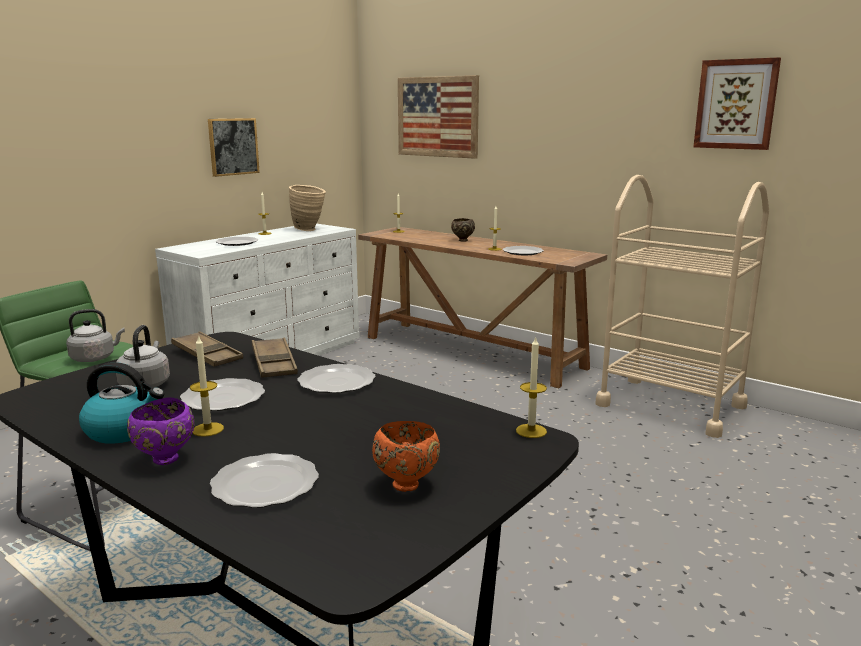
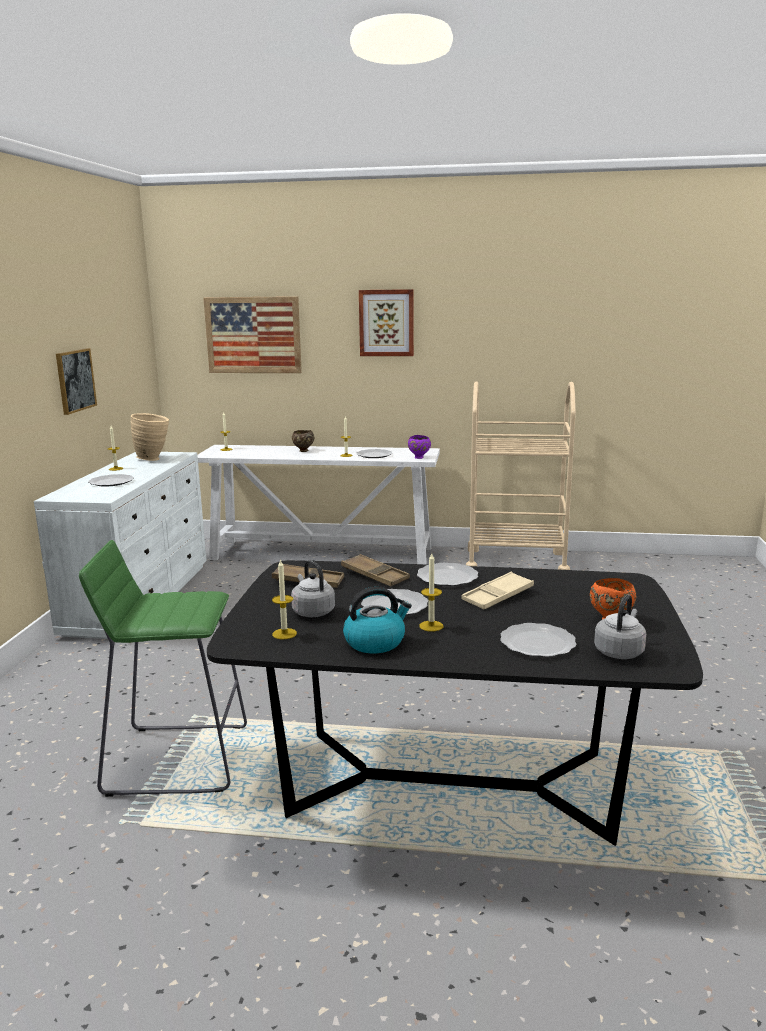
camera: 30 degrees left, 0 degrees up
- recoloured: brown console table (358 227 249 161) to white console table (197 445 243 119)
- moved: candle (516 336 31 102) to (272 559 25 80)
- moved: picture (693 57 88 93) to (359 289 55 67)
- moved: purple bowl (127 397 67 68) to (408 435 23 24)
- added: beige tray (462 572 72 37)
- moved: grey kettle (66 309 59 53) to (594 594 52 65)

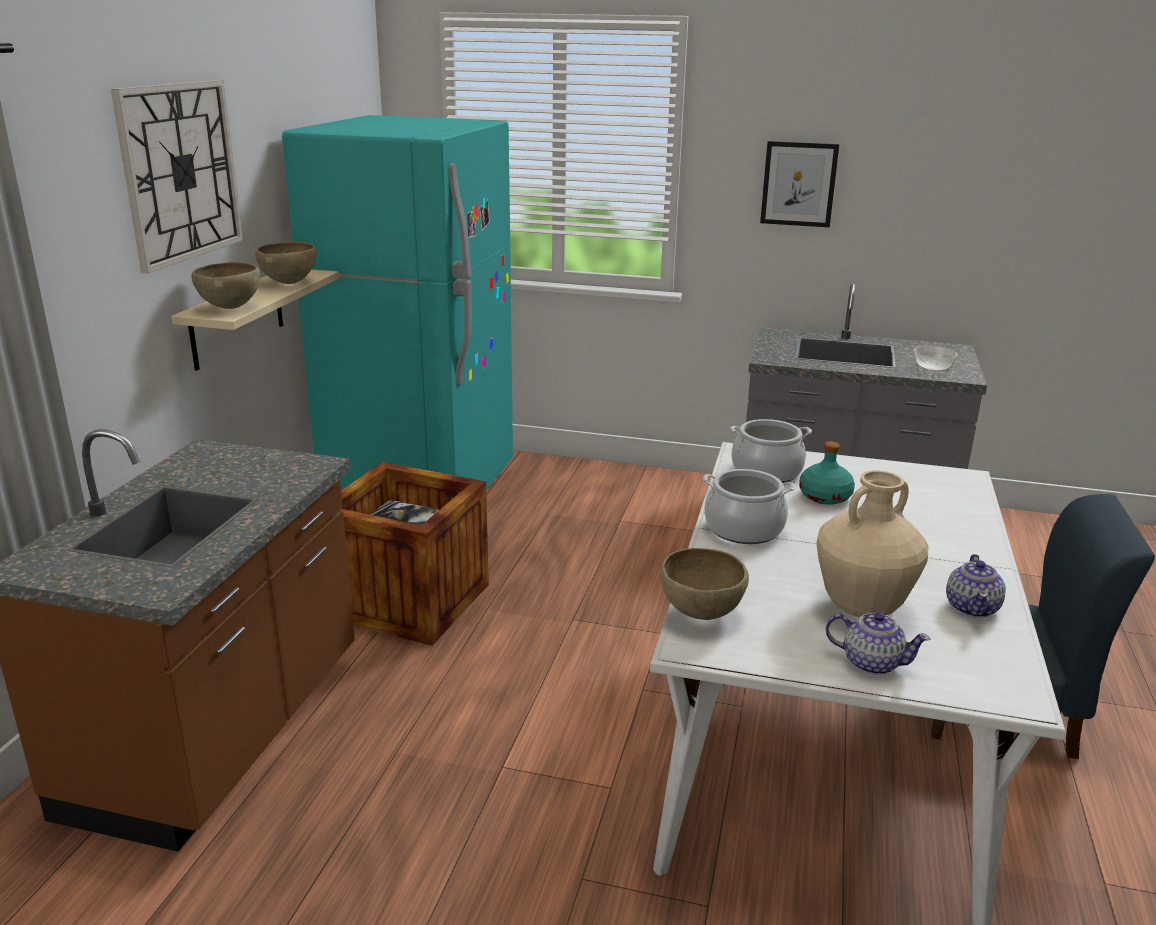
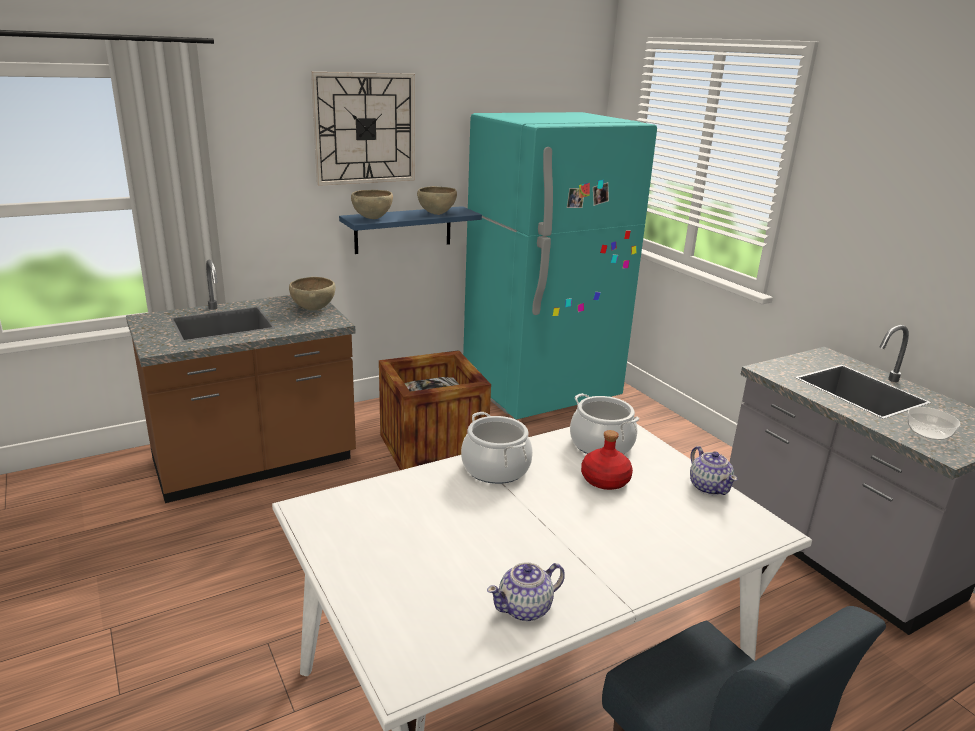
camera: 45 degrees right, 0 degrees up
- moved: brown bowl (660 548 89 72) to (289 277 47 34)
- recoloured: beige shelf (171 269 168 102) to blue shelf (339 206 143 48)
- recoloured: turquoise bottle (799 441 56 64) to red bottle (581 430 52 60)
- moved: teapot (826 612 105 63) to (690 446 47 49)
- removed: picture (760 141 79 86)
- removed: beige vase (816 470 112 147)

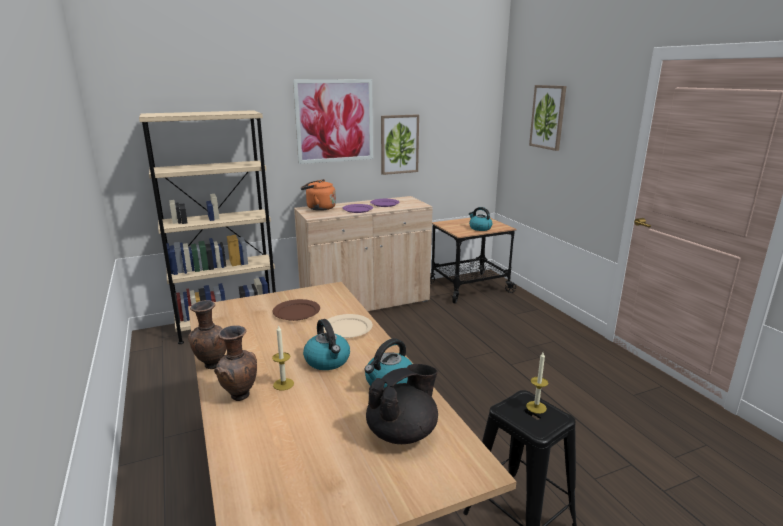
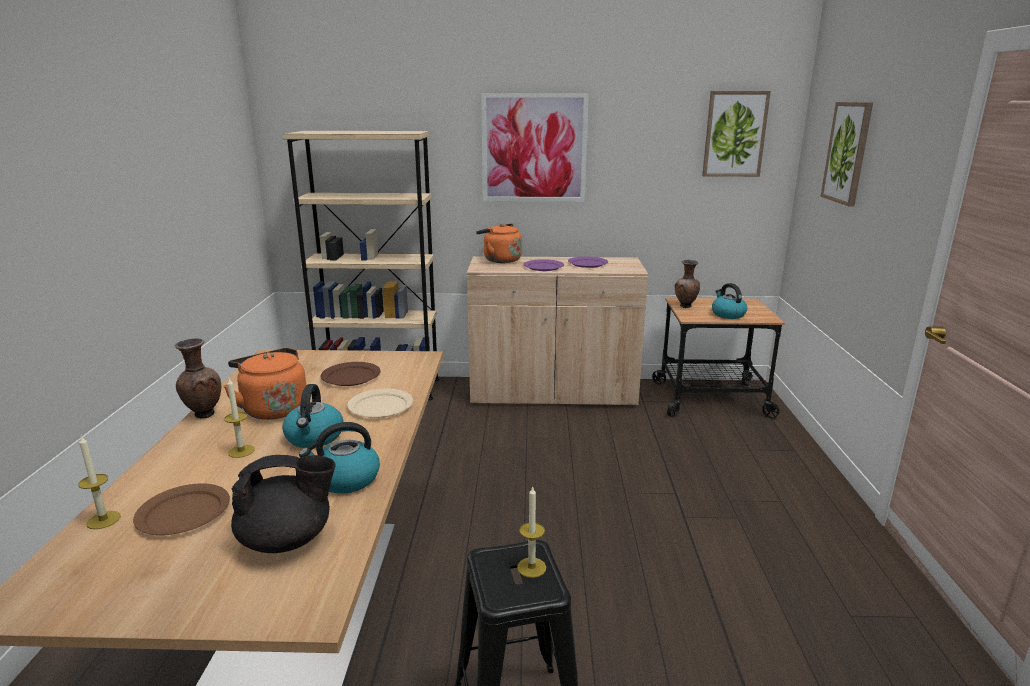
camera: 25 degrees right, 0 degrees up
- added: candle (78 435 43 94)
- added: brown plate (133 483 97 52)
- added: orange kettle (224 348 82 72)
- moved: brown vase (214 325 43 76) to (675 260 25 48)
- moved: picture (381 114 38 61) to (702 91 69 86)

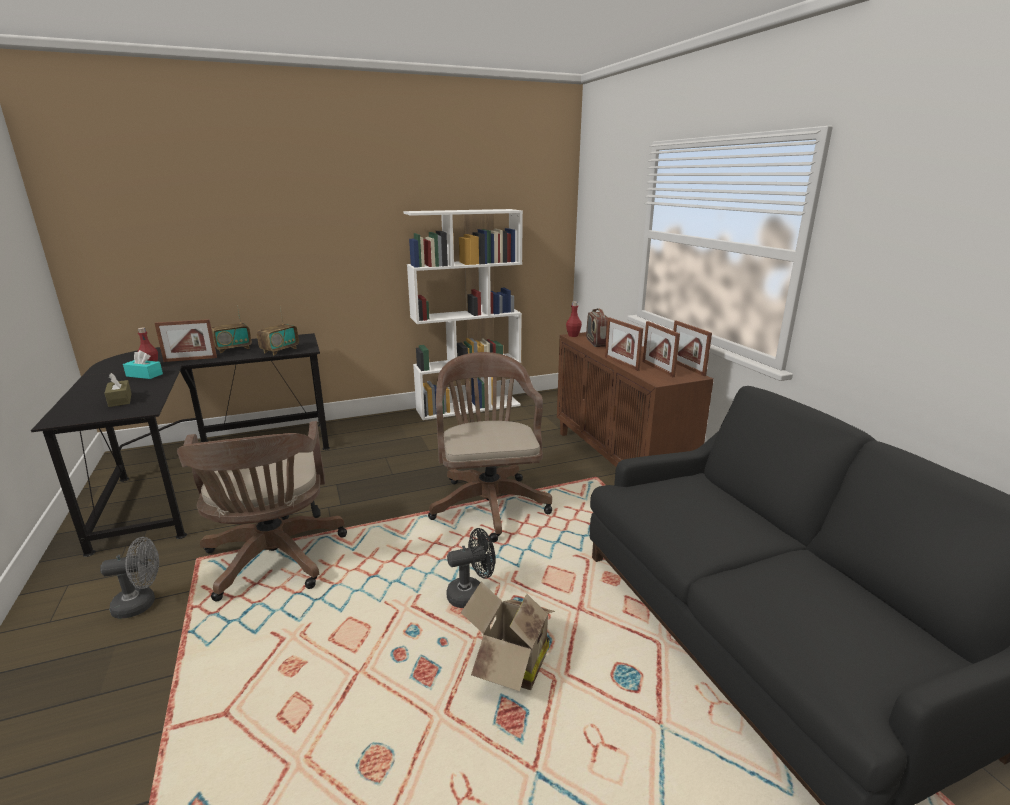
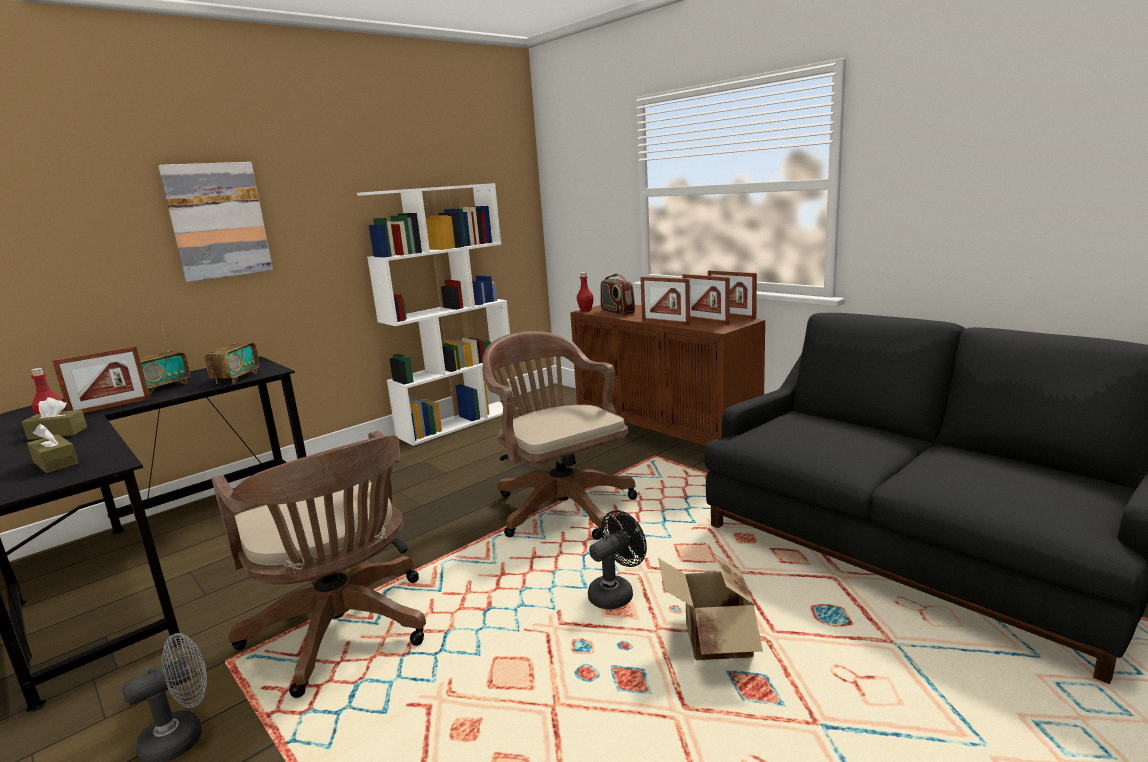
camera: 20 degrees left, 5 degrees down
- recoloured: turquoise tissue box (123 350 40 29) to brown tissue box (22 397 65 43)
- added: picture (158 162 115 120)

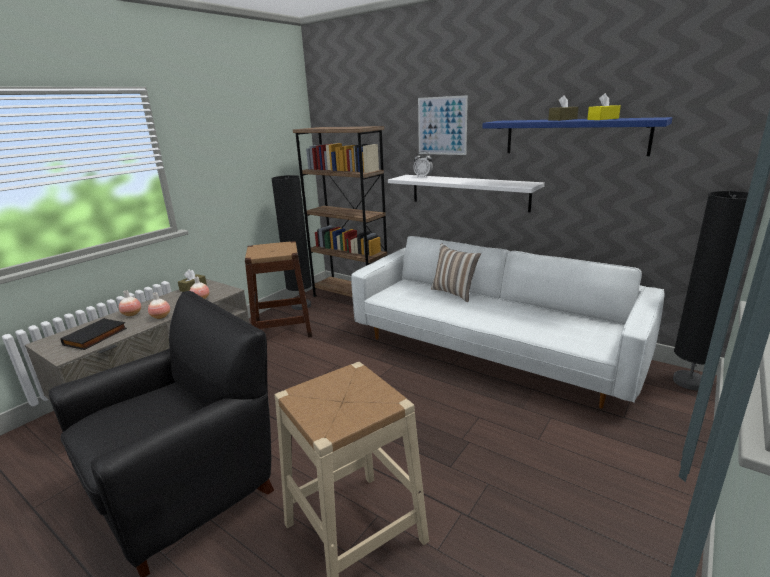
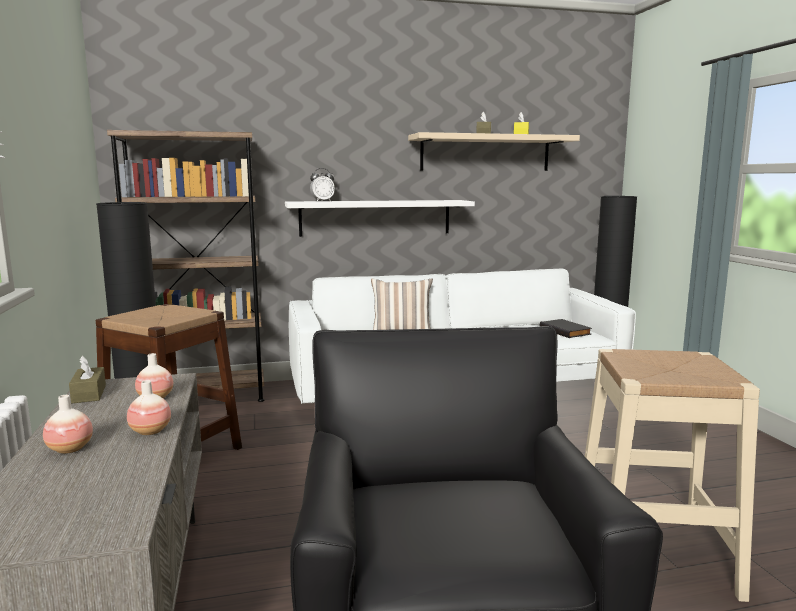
camera: 50 degrees left, 10 degrees down
- recoloured: blue shelf (483 117 190 39) to beige shelf (408 132 172 39)
- moved: black book (60 318 67 32) to (540 319 52 19)
- removed: picture (418 95 50 60)

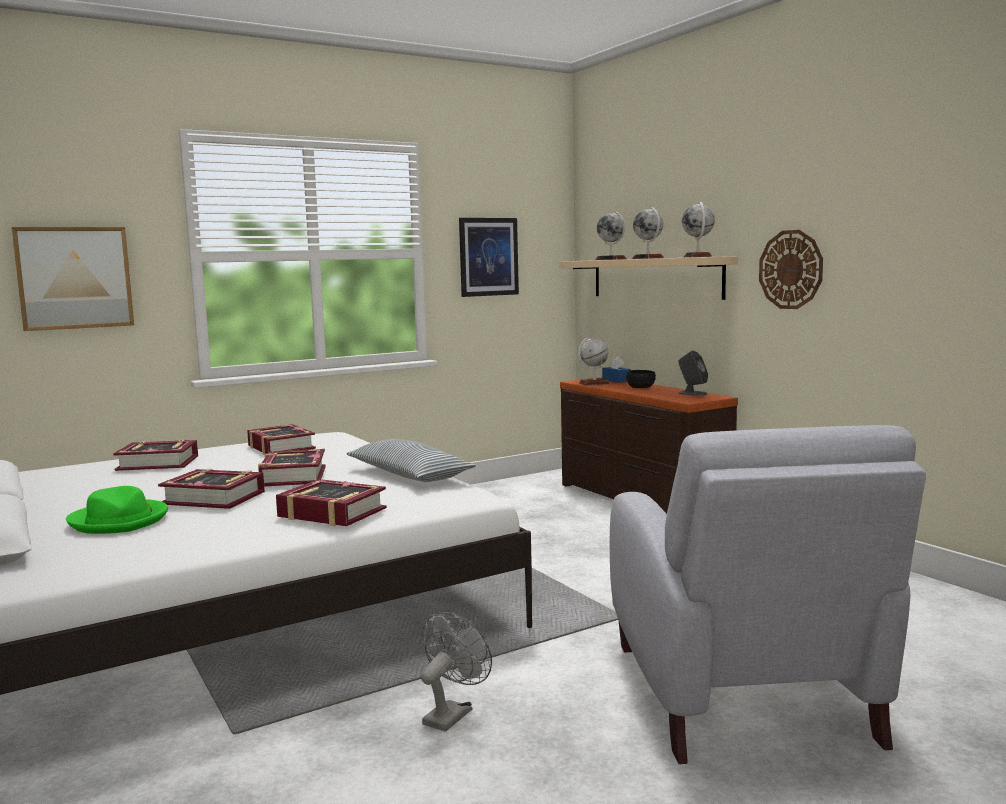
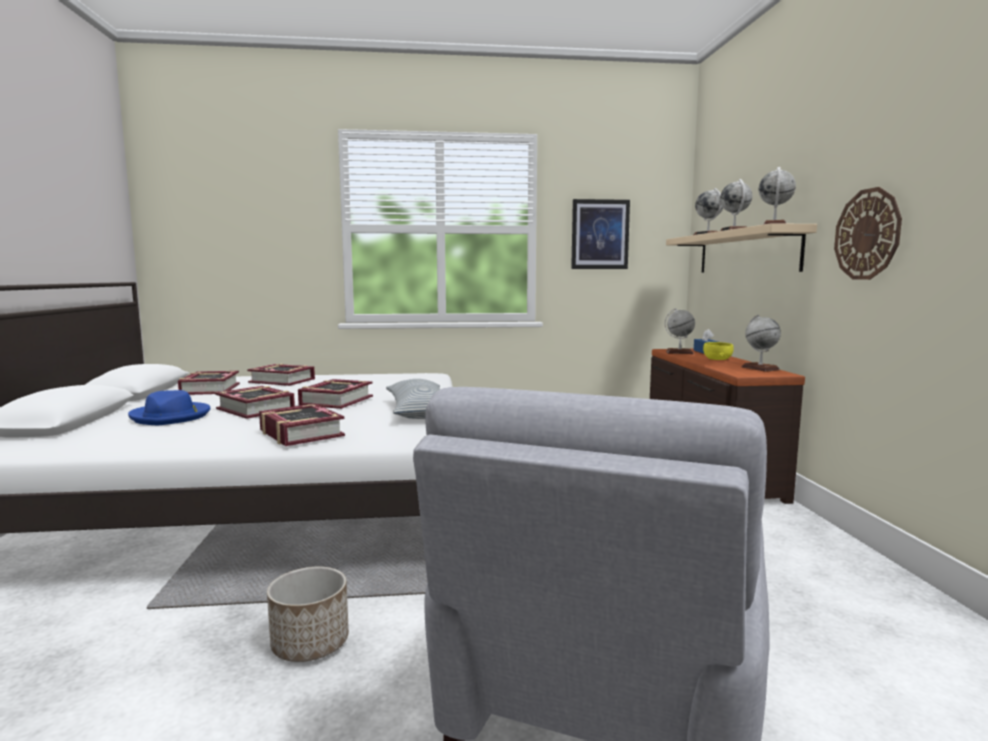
camera: 25 degrees right, 0 degrees up
- recoloured: green hat (66 486 102 48) to blue hat (128 390 82 35)
- moved: book (247 424 69 31) to (178 371 62 24)
- replaced: grey fan (421 612 71 120) to planter (267 567 82 95)
- recoloured: black bowl (626 370 30 18) to yellow bowl (703 342 31 18)
- replaced: grey speaker (678 351 30 45) to globe (742 315 39 57)
- removed: picture (12 227 122 104)

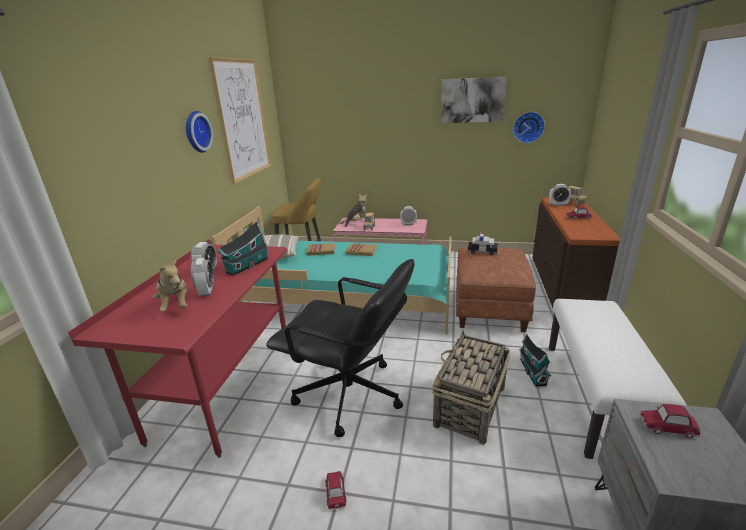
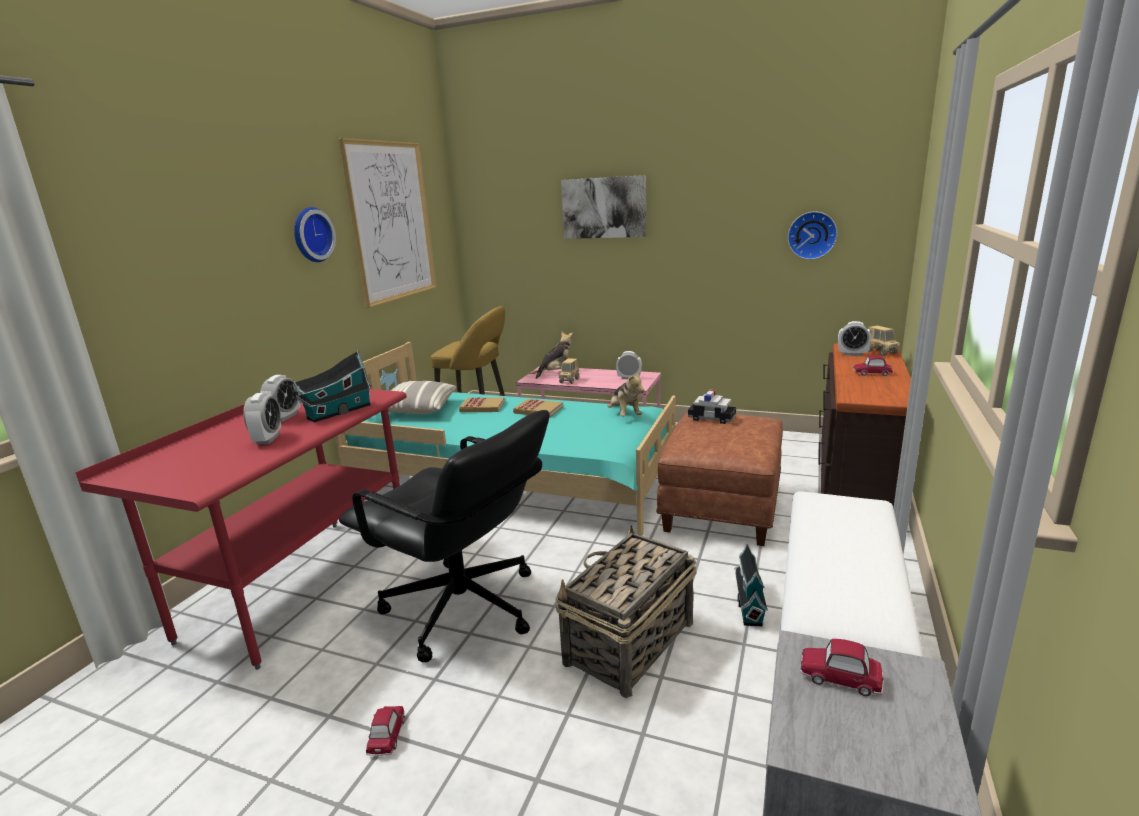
camera: 10 degrees right, 5 degrees down
- moved: picture (441 77 66 46) to (561 175 85 64)
- moved: plush toy (153 259 34 53) to (607 372 37 45)

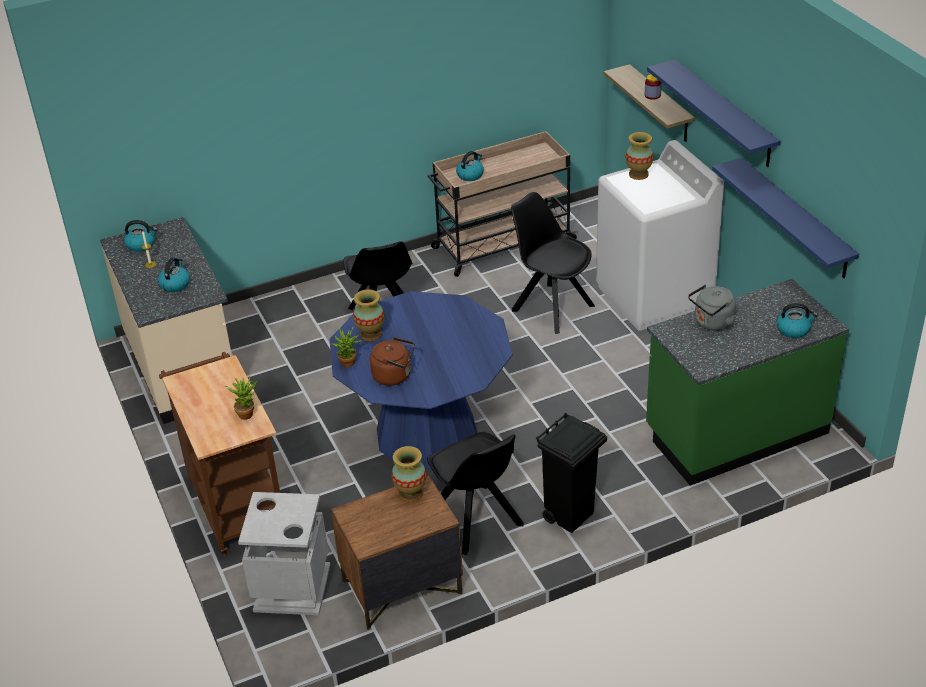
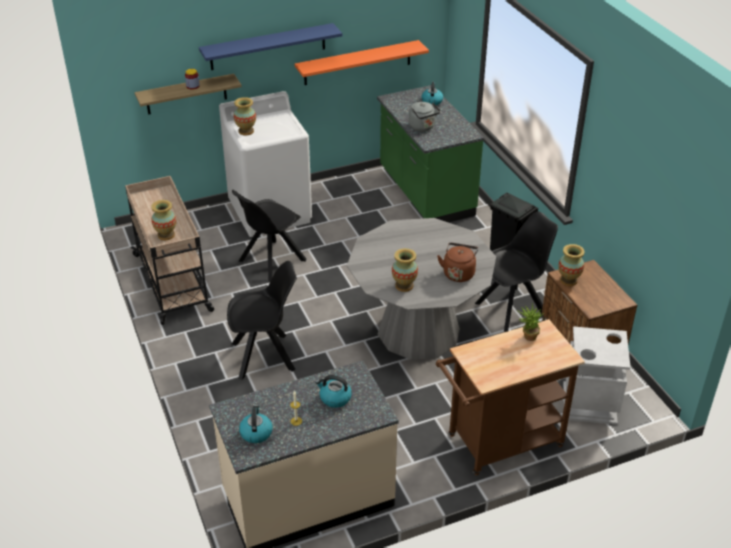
camera: 90 degrees left, 0 degrees up
- replaced: kettle (456 151 28 30) to vase (151 200 25 40)
- recoloured: blue shelf (712 157 147 121) to orange shelf (295 40 134 45)
- recoloured: blue dining table (329 291 184 178) to grey dining table (347 218 149 142)
- removed: potted plant (331 327 31 40)

